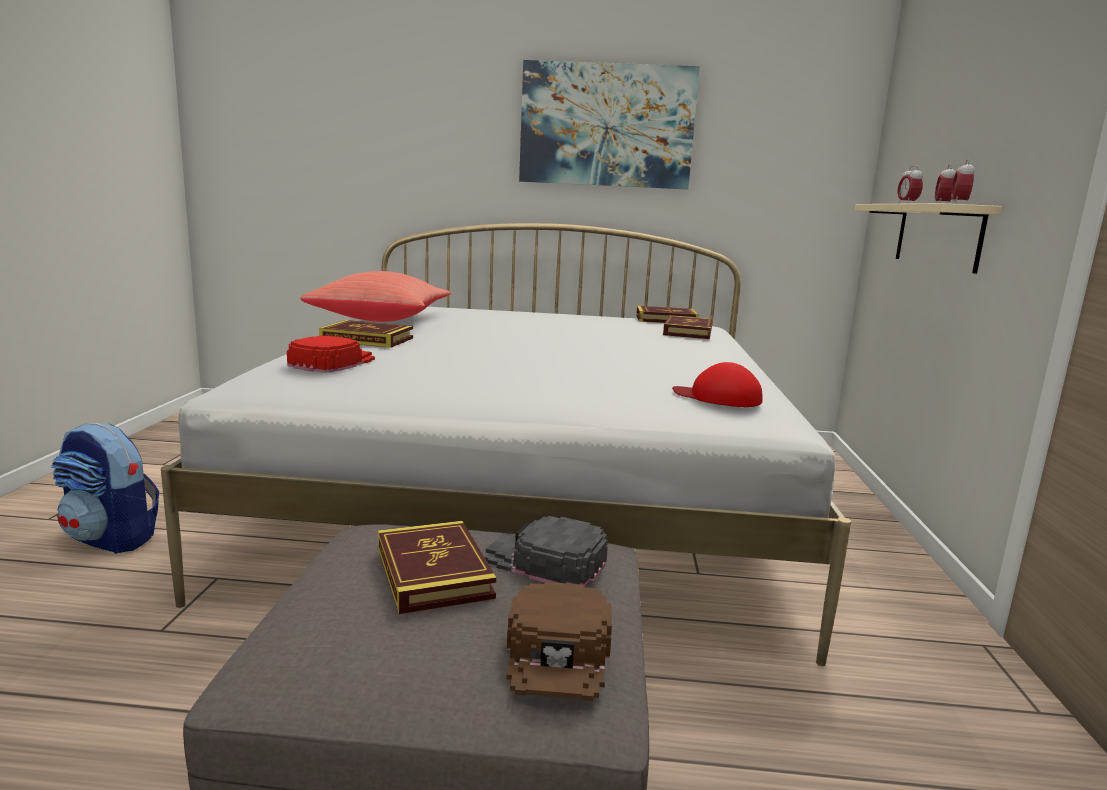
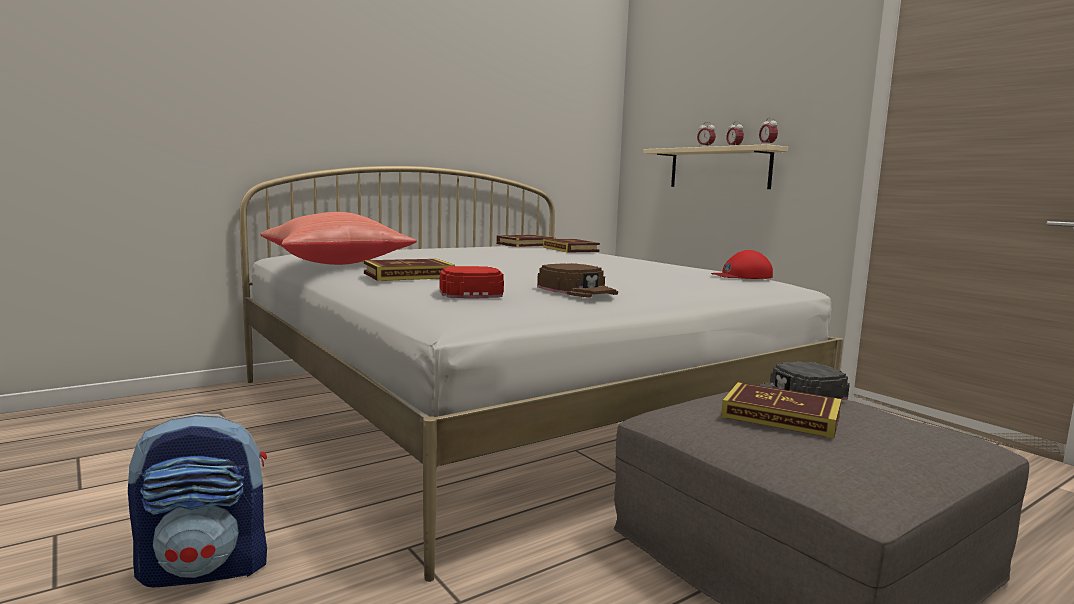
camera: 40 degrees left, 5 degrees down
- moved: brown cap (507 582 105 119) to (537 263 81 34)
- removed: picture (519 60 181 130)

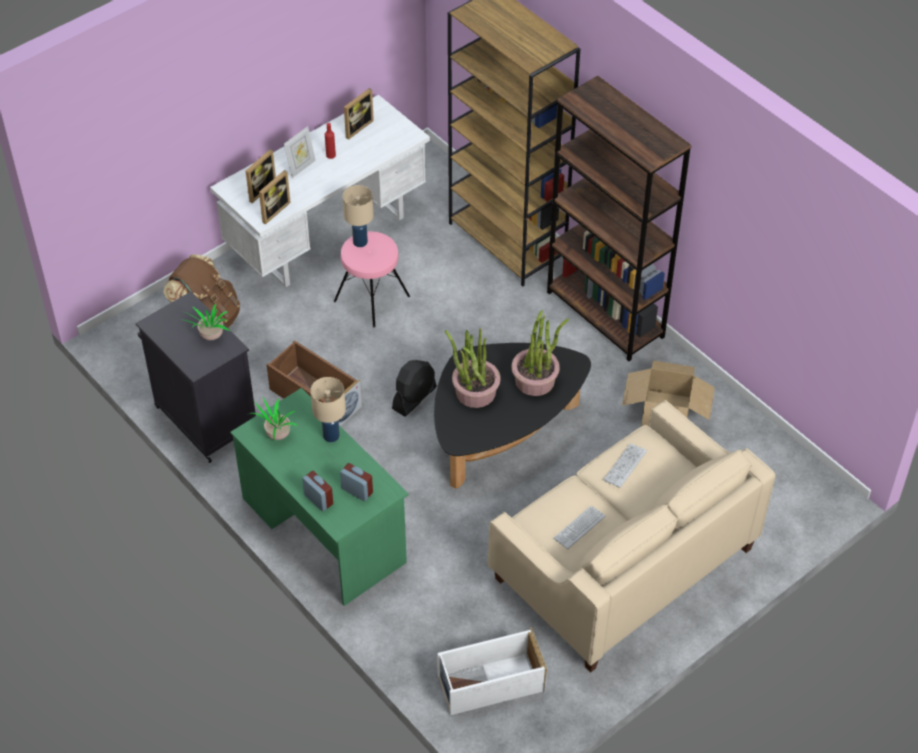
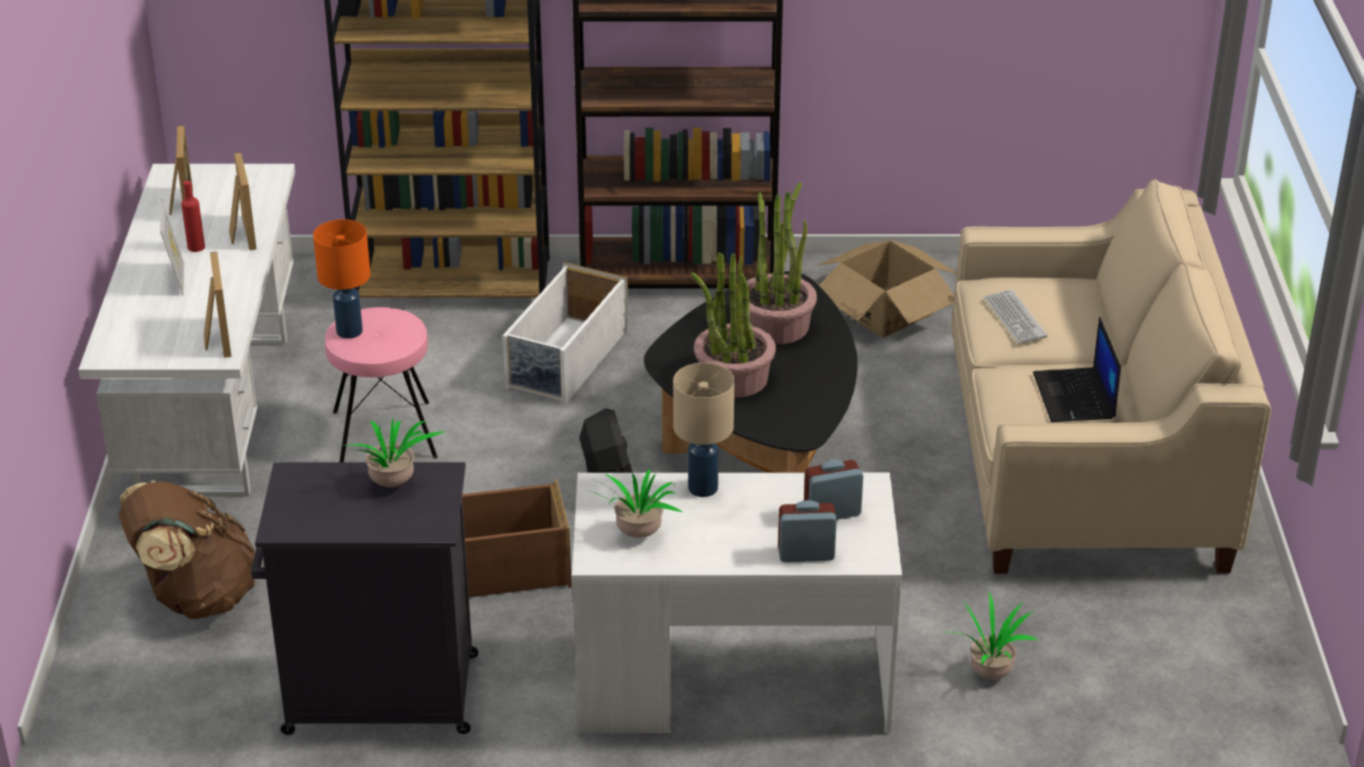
camera: 50 degrees left, 15 degrees down
- moved: picture frame (246 149 30 54) to (229 152 28 98)
- recoloured: beige table lamp (343 185 31 62) to orange table lamp (313 219 58 120)
- moved: white storage box (437 627 110 88) to (502 262 126 143)
- recoloured: green desk (230 388 179 218) to white desk (572 473 330 260)
- added: potted plant (951 591 87 88)
- replaced: keyboard (553 506 53 43) to laptop (1033 317 88 105)

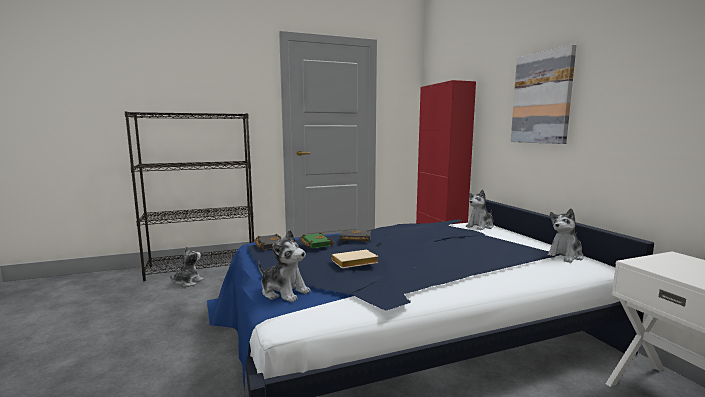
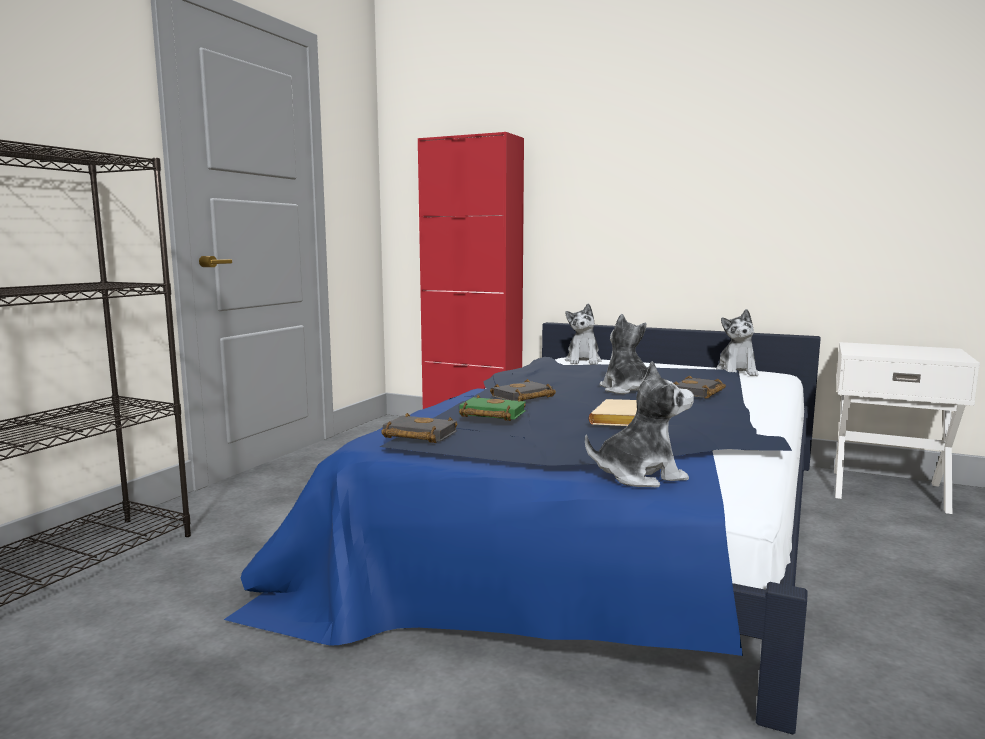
camera: 45 degrees left, 0 degrees up
- moved: plush toy (170 246 34 41) to (599 314 50 80)
- added: black book (674 376 52 23)
- removed: picture (511 44 66 100)

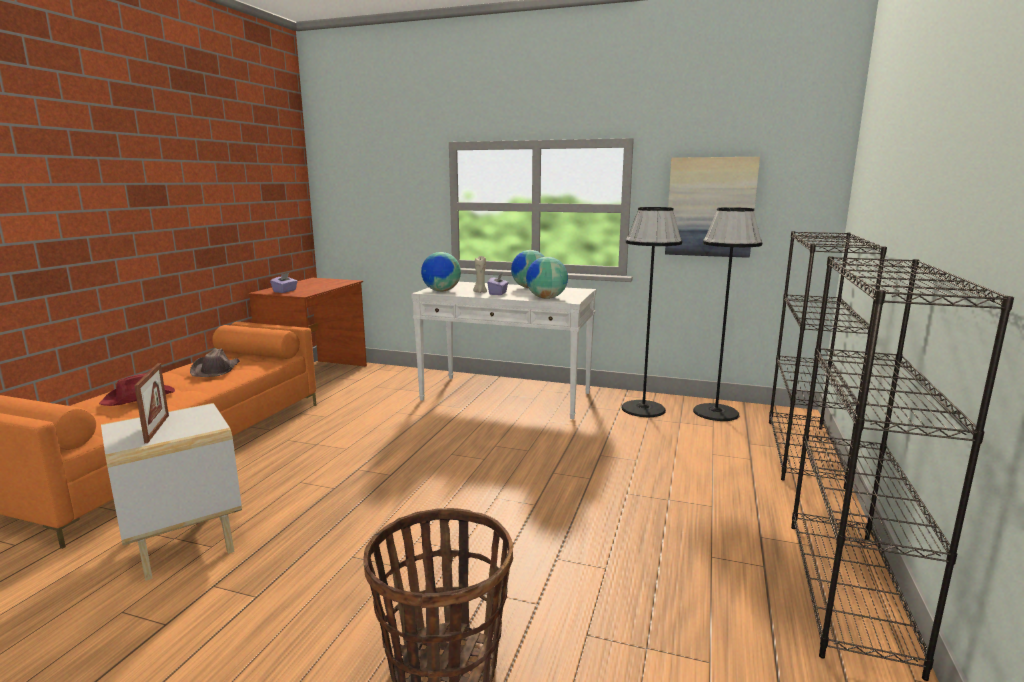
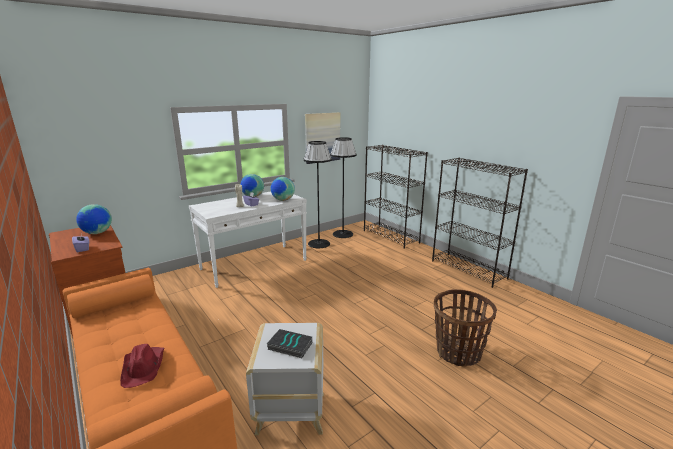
camera: 55 degrees left, 5 degrees up
- moved: globe (421 252 40 40) to (76 204 36 30)
- replaced: picture frame (134 363 35 80) to book (266 329 46 29)
- removed: brown hat (190 348 50 29)

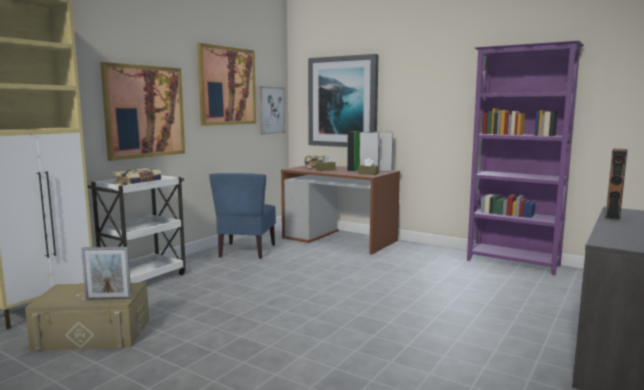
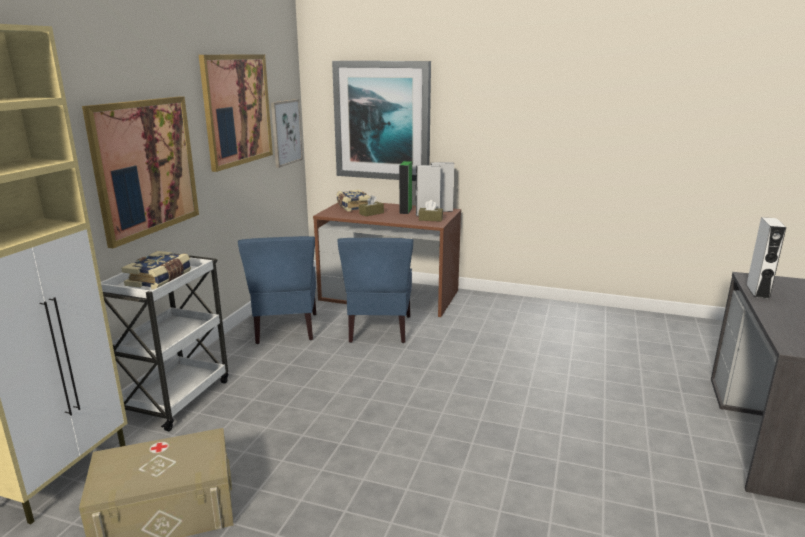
camera: 15 degrees left, 10 degrees up
- added: blue chair (338 238 75 105)
- recoloured: brown speaker (605 149 23 71) to white speaker (746 217 40 82)
- removed: picture frame (81 247 51 53)
- removed: purple bookcase (467 41 117 234)

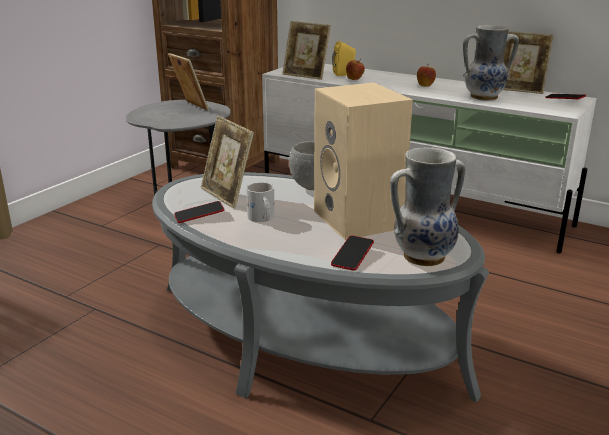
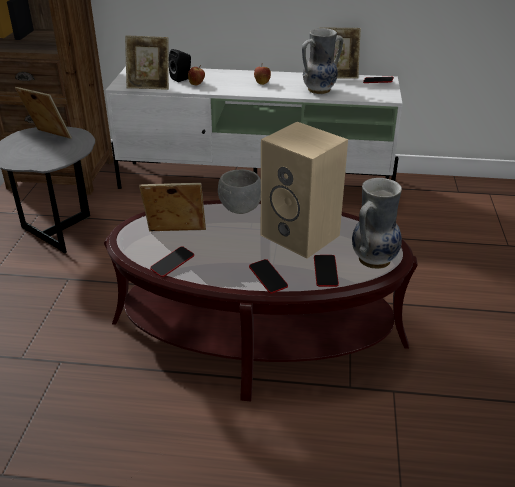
camera: 25 degrees left, 10 degrees up
- recoloured: grey coffee table (152 172 337 231) to brown coffee table (104 200 314 201)
- turned: picture frame (201 115 53 93) = (139 183 67 48) 150 degrees clockwise
- recoloured: yellow speaker (332 41 24 35) to black speaker (169 49 22 33)
- added: phone (249 259 39 34)
- removed: white mug (246 182 29 40)

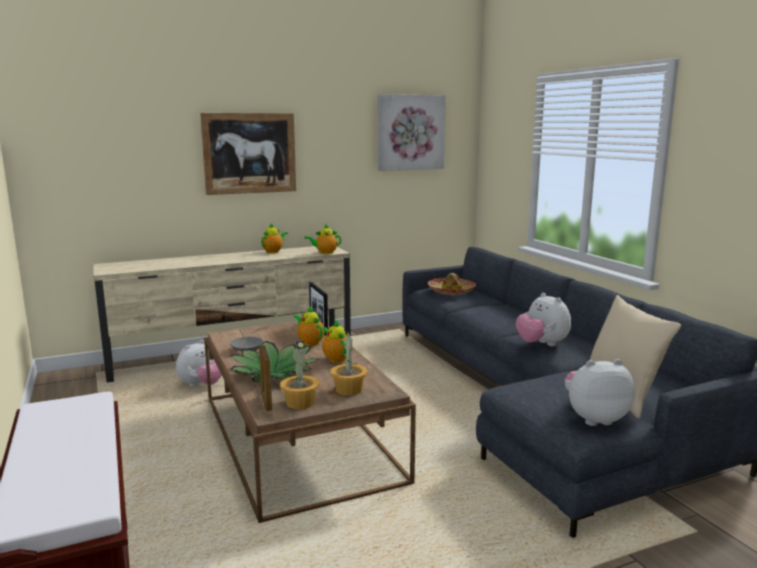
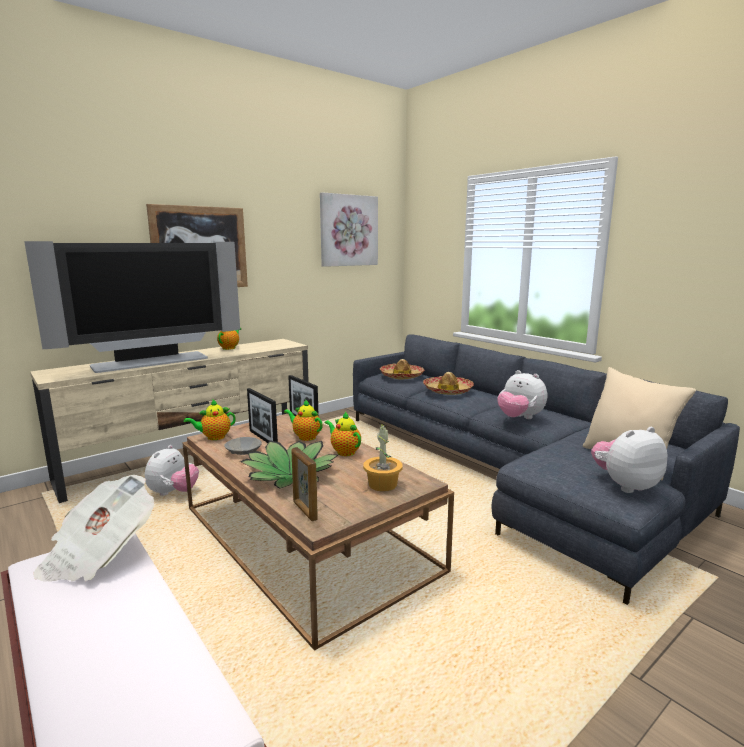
camera: 15 degrees left, 0 degrees up
- added: television (24 241 216 132)
- added: newspaper (33 475 121 107)
- moved: teapot (305 223 36 31) to (184 399 52 41)
- added: picture frame (247 388 31 55)
- added: hat (423 372 51 23)
- removed: potted plant (280 341 39 68)

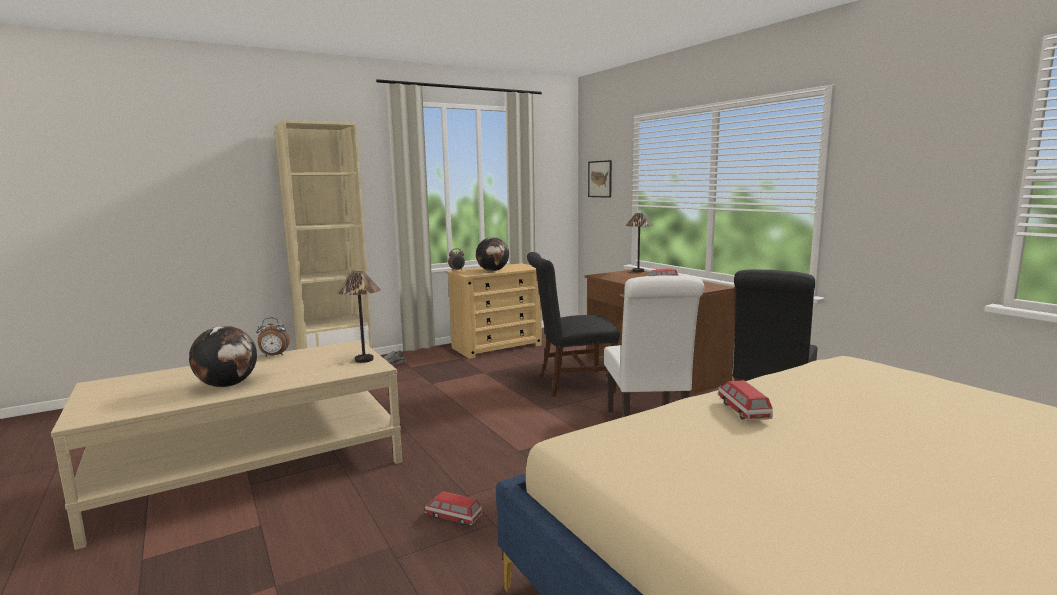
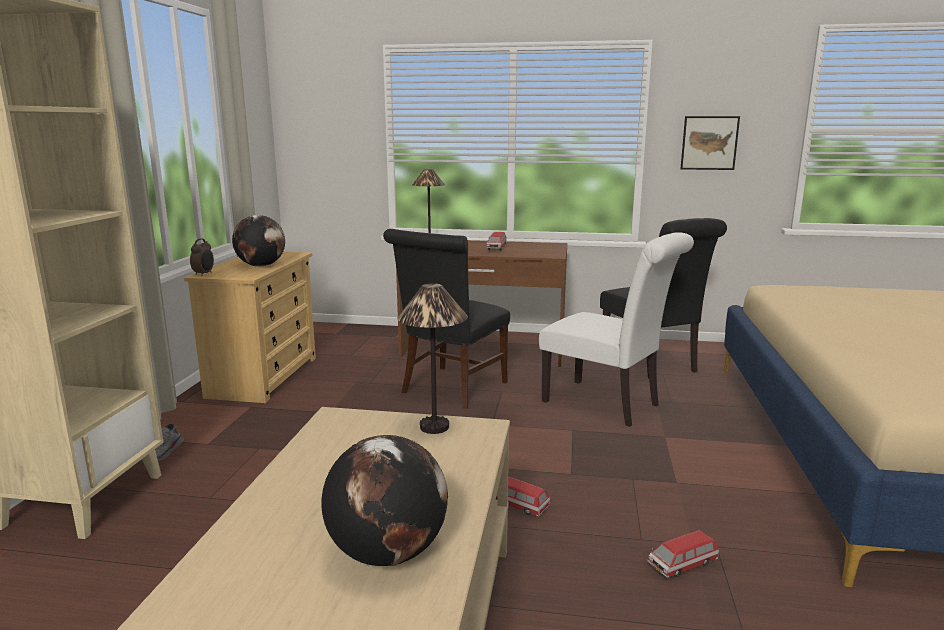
camera: 50 degrees left, 5 degrees up
- moved: toy car (718 381 55 40) to (496 477 54 39)
- moved: picture (588 160 24 38) to (680 116 60 54)
- removed: alarm clock (256 318 34 39)

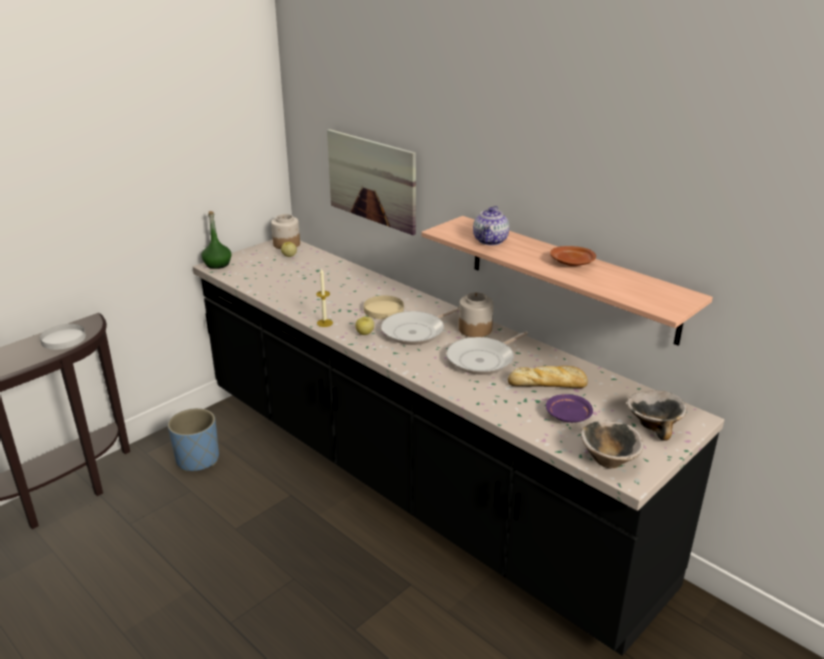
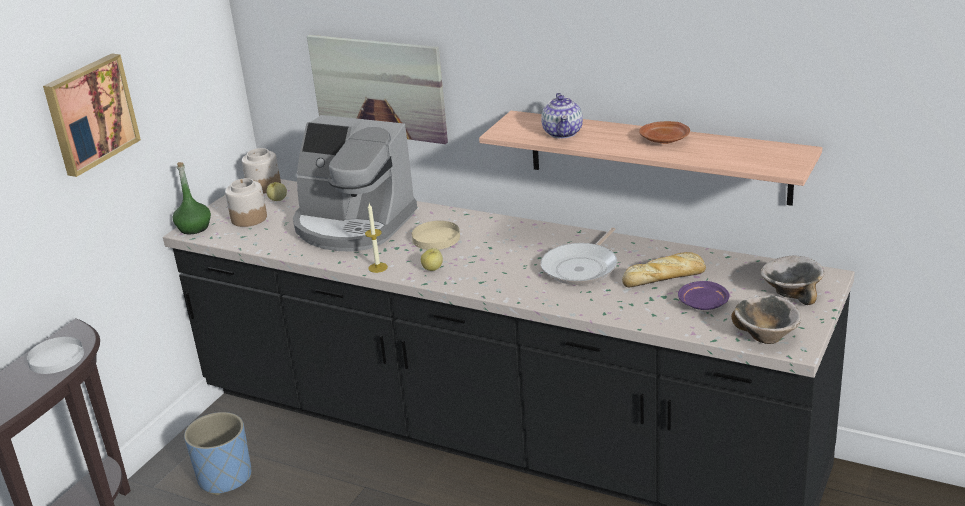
camera: 15 degrees left, 0 degrees up
- added: picture (43 54 98 123)
- moved: jar (459 292 35 45) to (225 178 42 49)
- added: coffee machine (293 115 124 137)
- removed: frying pan (381 307 78 38)

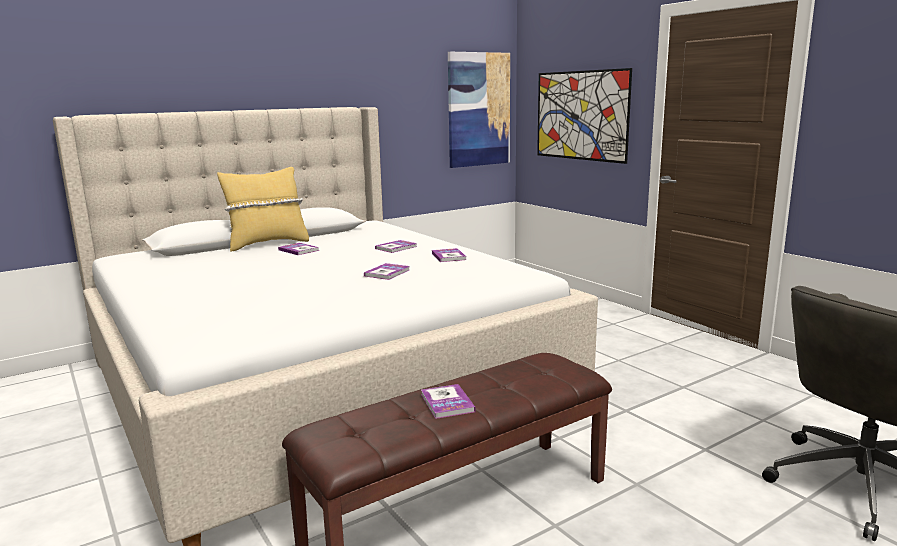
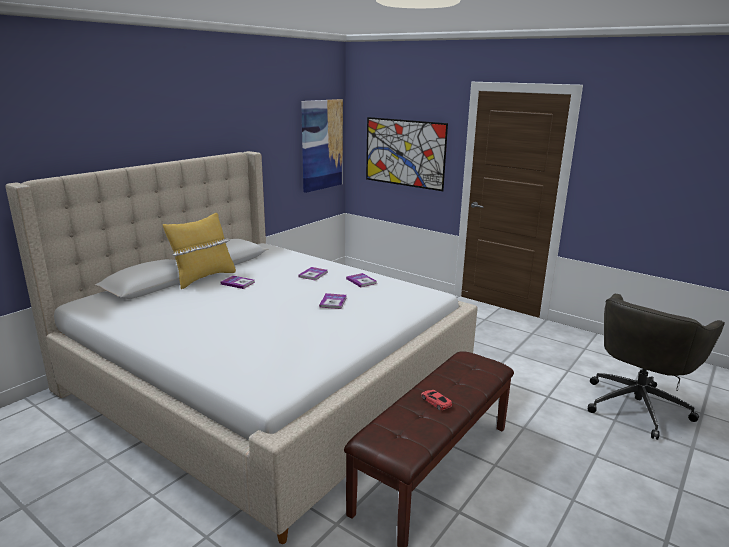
camera: 20 degrees left, 5 degrees up
- replaced: book (421 384 54 35) to red toy car (421 390 31 20)

